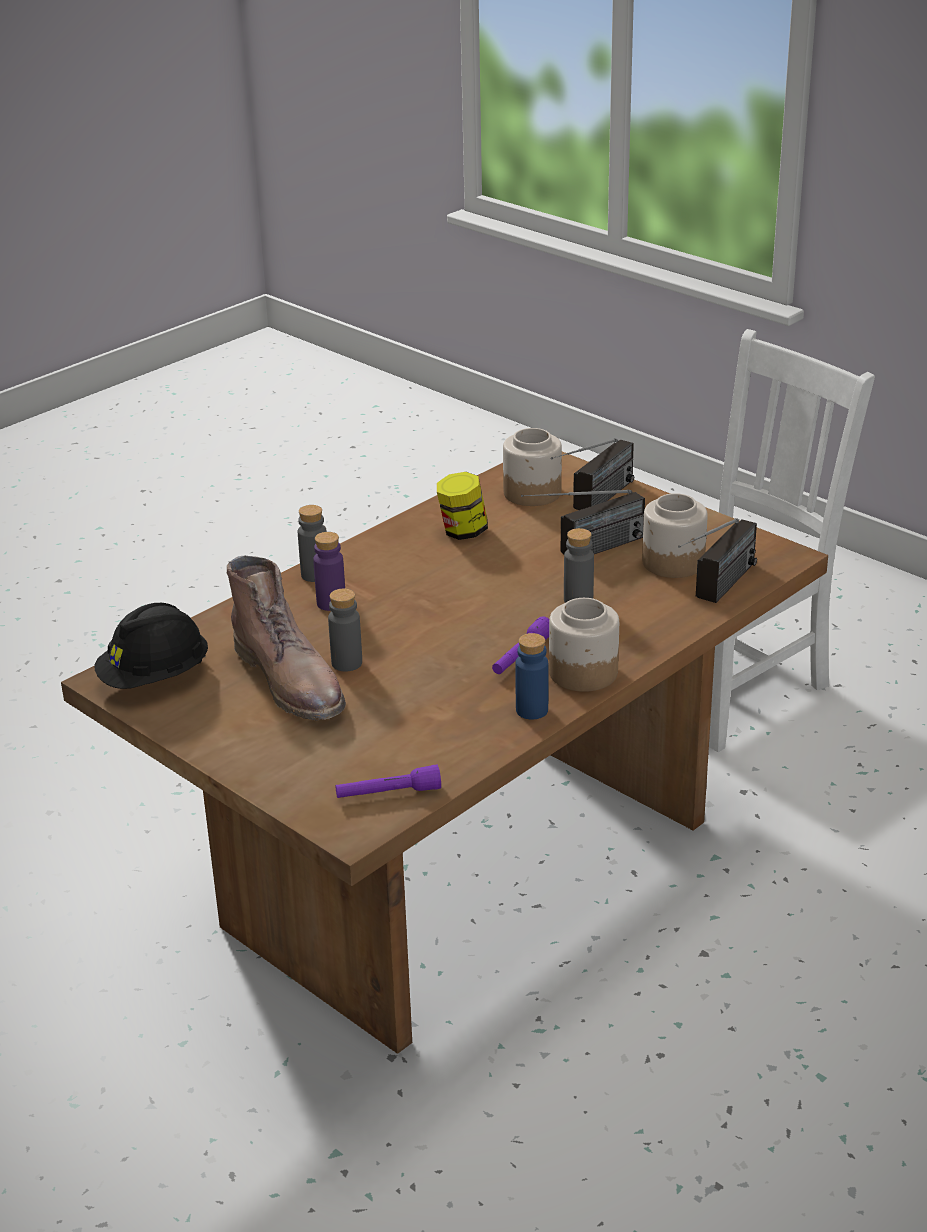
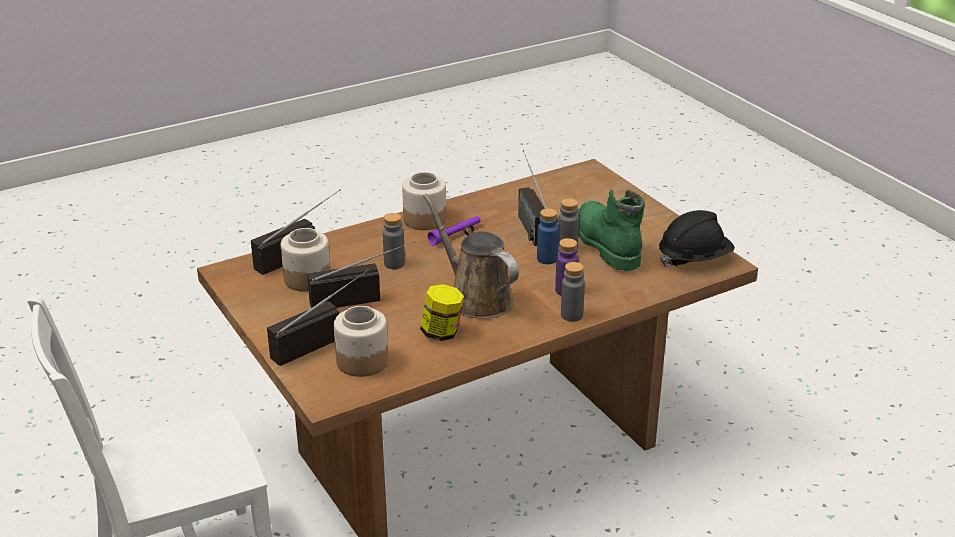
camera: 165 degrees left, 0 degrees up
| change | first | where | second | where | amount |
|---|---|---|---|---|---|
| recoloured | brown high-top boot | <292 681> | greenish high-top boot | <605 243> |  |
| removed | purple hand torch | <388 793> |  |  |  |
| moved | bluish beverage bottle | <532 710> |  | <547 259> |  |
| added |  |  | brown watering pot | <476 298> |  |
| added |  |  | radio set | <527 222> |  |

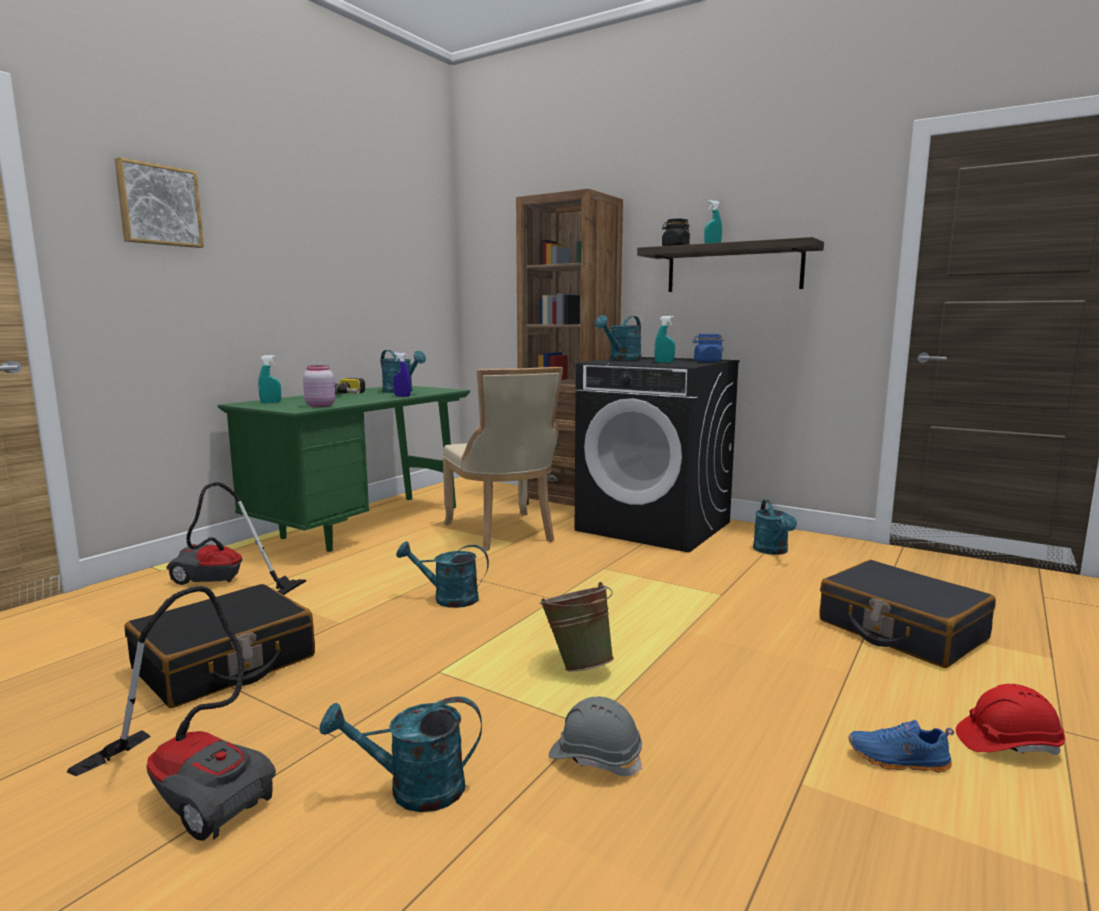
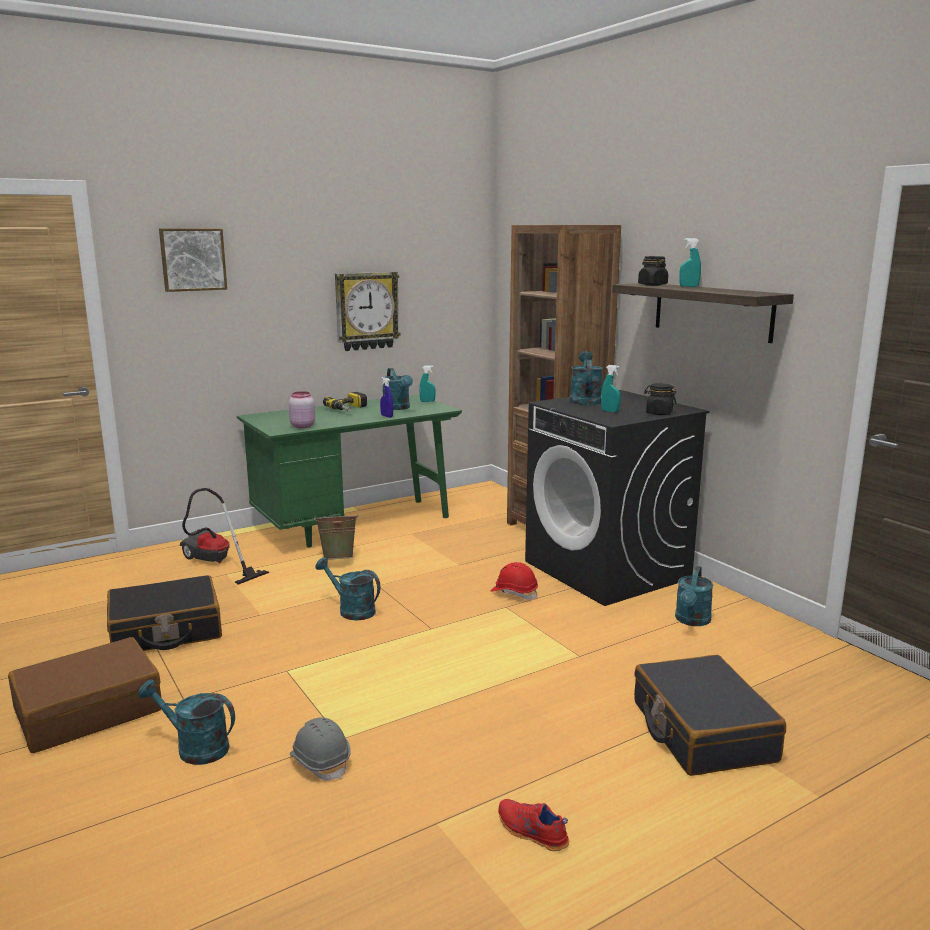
camera: 25 degrees right, 5 degrees up
| change | first | where | second | where | amount |
|---|---|---|---|---|---|
| replaced | vacuum cleaner | <193 787> | brown travel case | <88 710> |  |
| moved | blue-green spray bottle | <271 402> |  | <427 401> |  |
| removed | sand-coloured plain chair | <503 533> |  |  |  |
| moved | greenish pail | <578 664> |  | <338 559> |  |
| turned | blue-green watering pot | <621 360> |  | <584 400> | 120 degrees clockwise |
| recoloured | bluish preserve jar | <707 361> | blackish preserve jar | <659 413> |  |
| recoloured | bluish low shoe | <898 761> | red-coloured low shoe | <531 833> |  |
| moved | red-coloured work helmet | <1007 743> |  | <514 593> |  |
| added |  |  | clock on the wall | <366 311> |  |

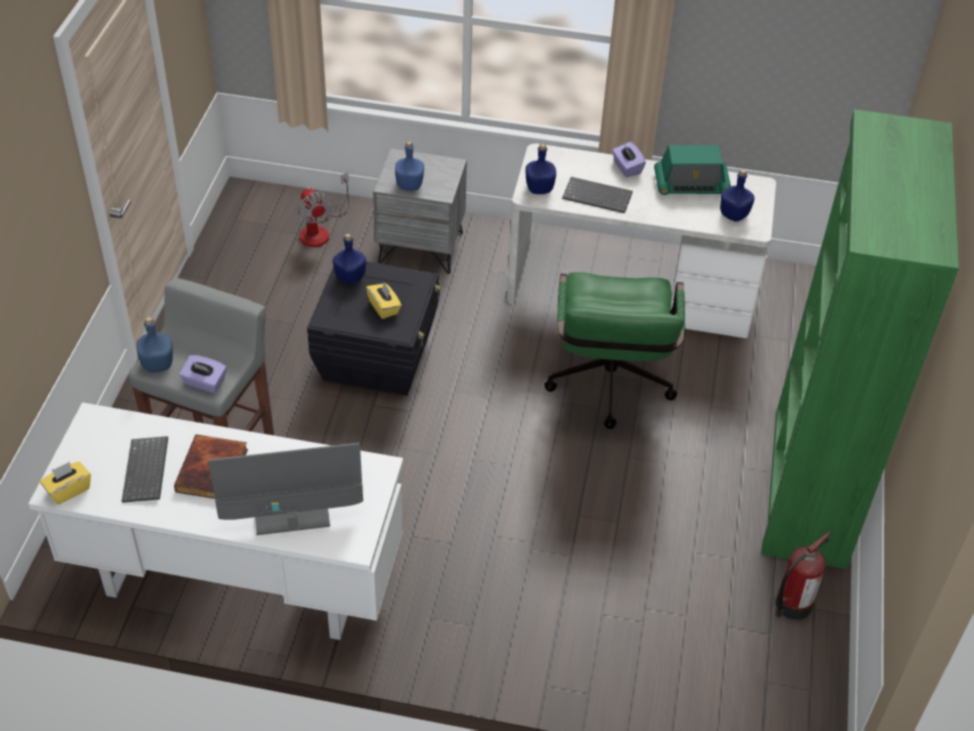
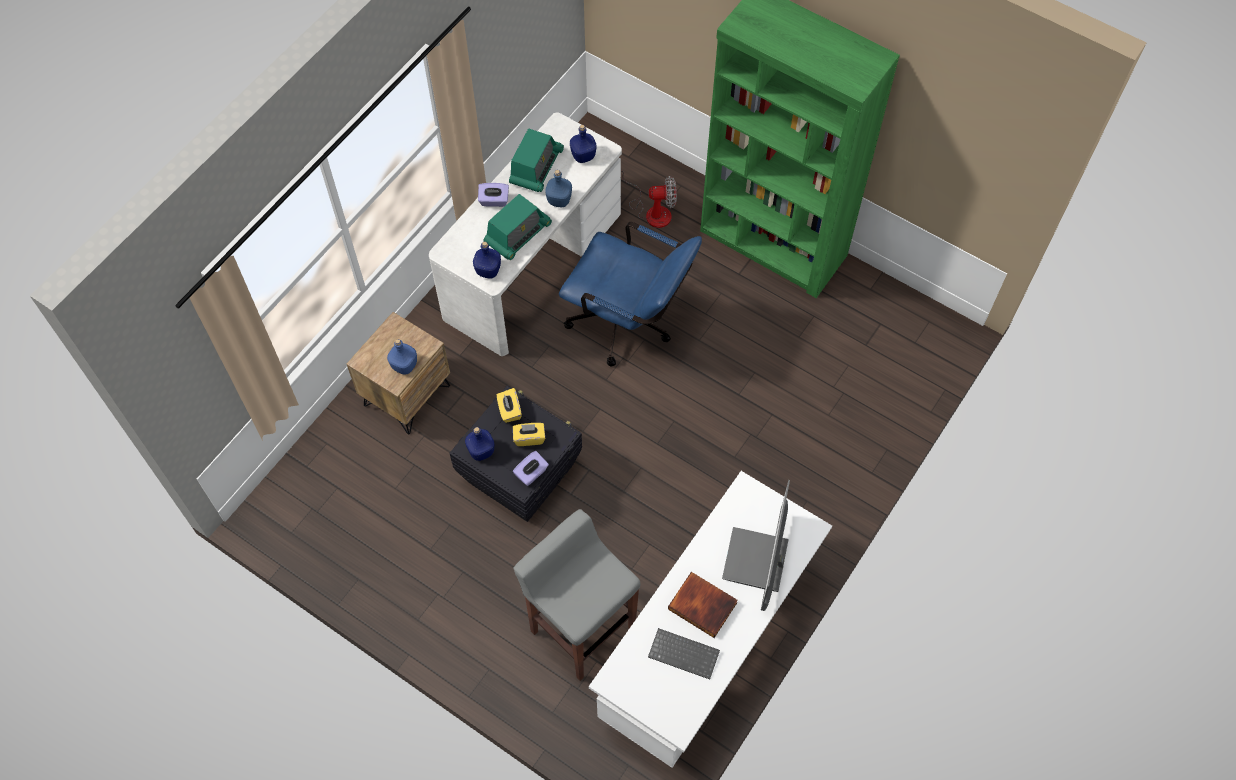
camera: 65 degrees left, 15 degrees up
| change | first | where | second | where | amount |
|---|---|---|---|---|---|
| moved | yellow-coloured tissue box | <68 490> |  | <509 410> |  |
| moved | bluish beverage bottle | <158 364> |  | <559 200> |  |
| moved | purple tissue box | <204 383> |  | <531 473> |  |
| moved | fan | <320 230> |  | <652 211> |  |
| recoloured | greyish bedside table | <421 247> | brown bedside table | <406 395> |  |
| recoloured | greenish desk chair | <609 389> | bluish desk chair | <628 324> |  |
| replaced | keyboard | <598 196> | radio set | <517 234> |  |
| removed | extinguisher | <791 605> |  |  |  |

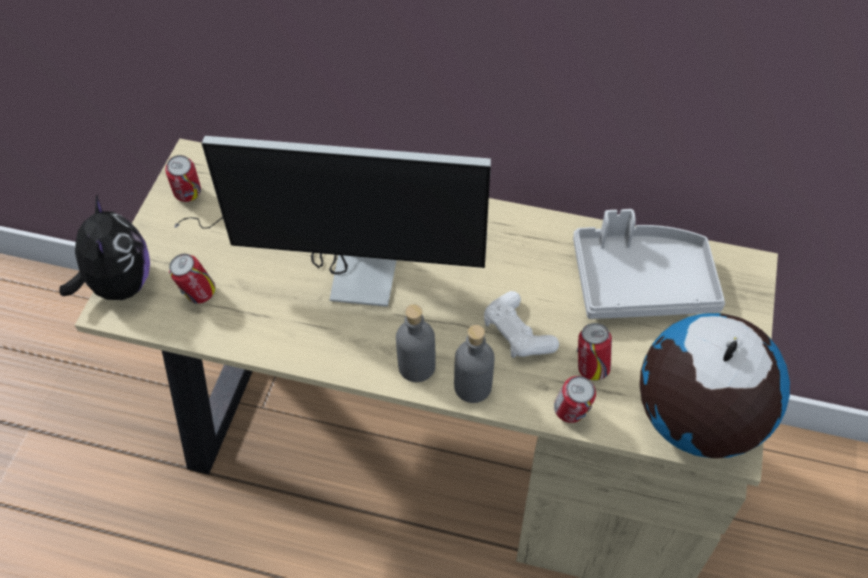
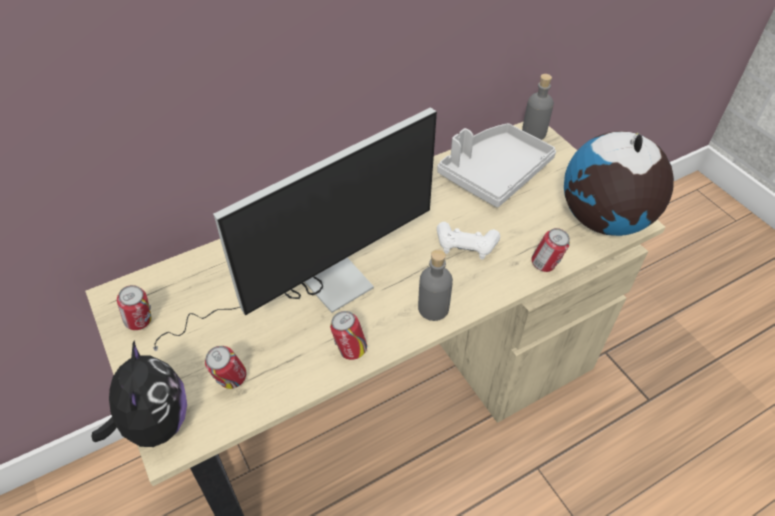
camera: 45 degrees left, 5 degrees down
| change | first | where | second | where | amount |
|---|---|---|---|---|---|
| turned | soft toy | <119 284> |  | <155 423> | 45 degrees clockwise |
| moved | greyish beverage bottle | <473 386> |  | <534 133> |  |
| moved | sealed can | <591 368> |  | <350 350> |  |

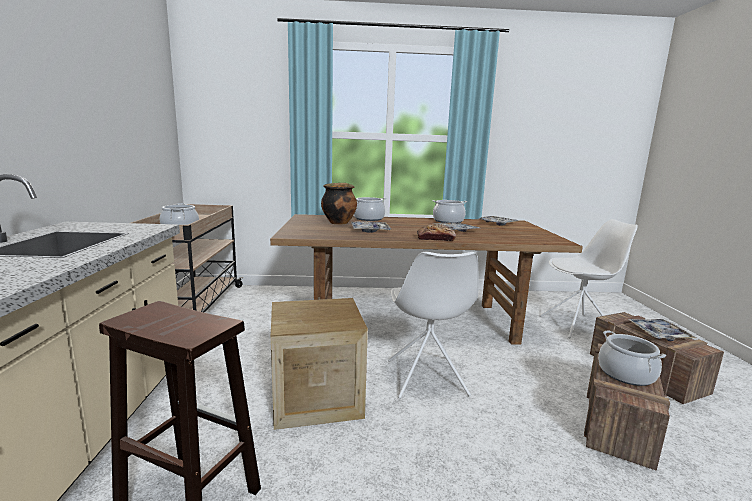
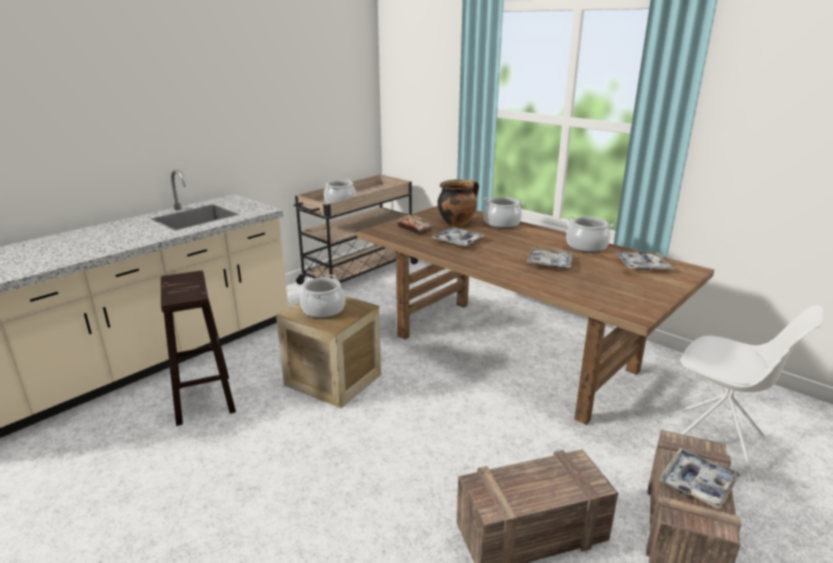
camera: 45 degrees right, 10 degrees up
| change | first | where | second | where | amount |
|---|---|---|---|---|---|
| removed | whitish plain chair | <426 378> |  |  |  |
| moved | bakery bread | <435 239> |  | <414 229> |  |
| moved | cooking pot | <626 374> |  | <323 310> |  |

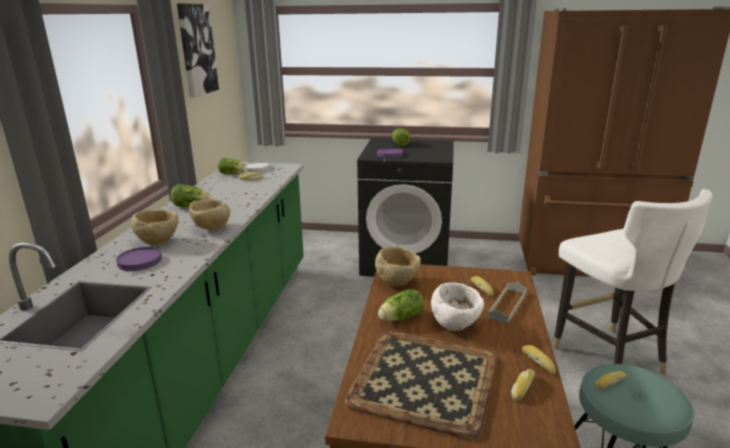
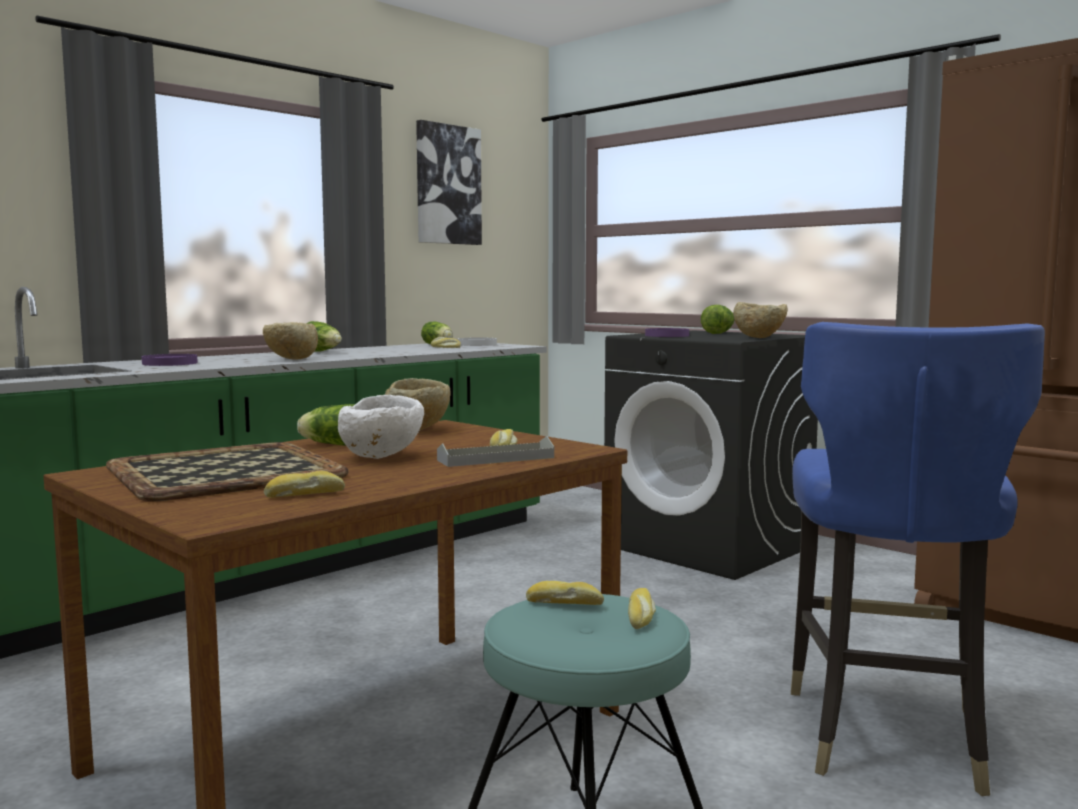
camera: 35 degrees right, 15 degrees down
| change | first | where | second | where | amount |
|---|---|---|---|---|---|
| moved | sand-coloured deep dish | <159 241> |  | <759 337> |  |
| moved | bakery bread | <539 363> |  | <641 617> |  |
| recoloured | whitish plain chair | <607 357> | bluish plain chair | <886 736> |  |

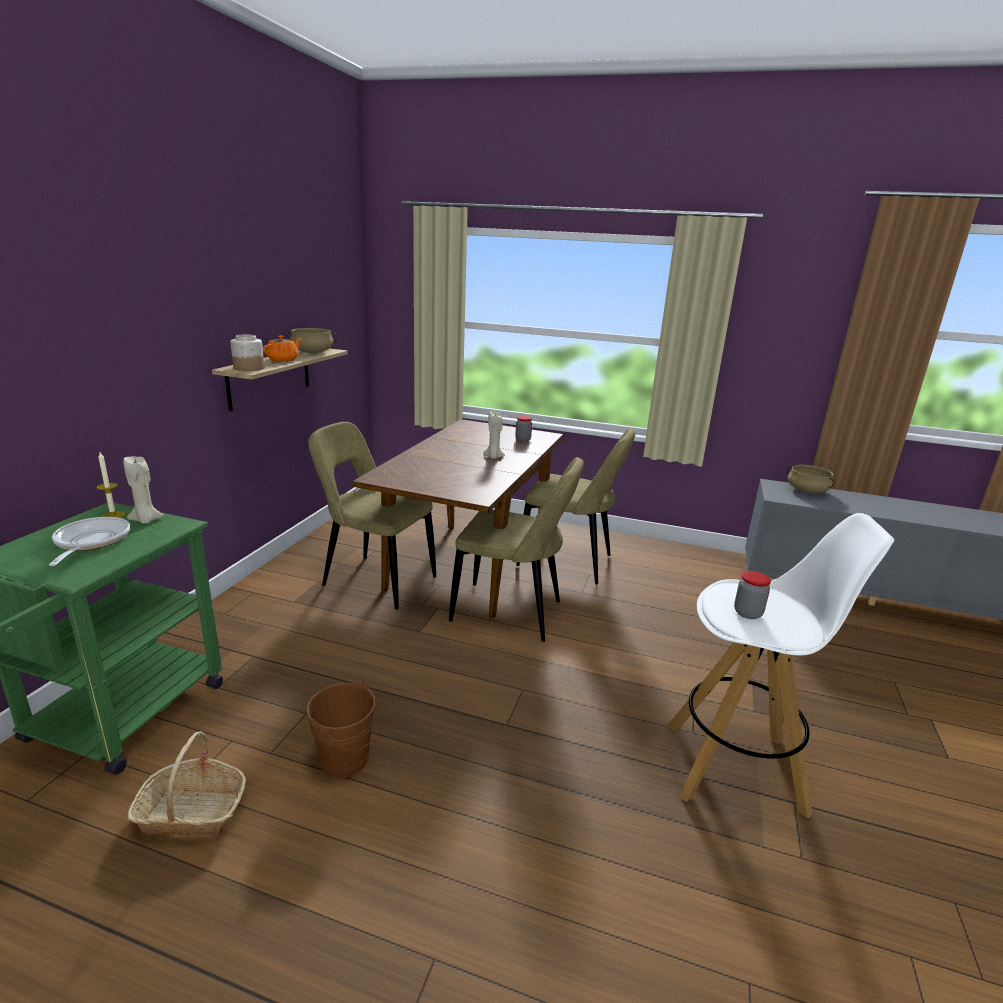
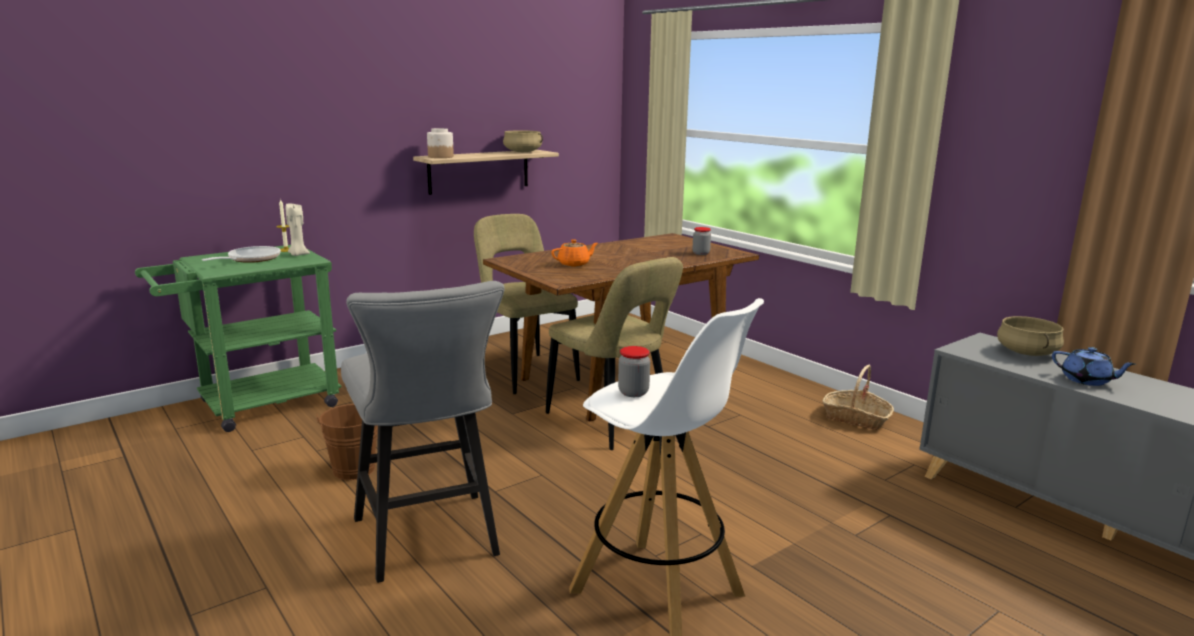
camera: 35 degrees right, 5 degrees down
| change | first | where | second | where | amount |
|---|---|---|---|---|---|
| moved | storage basket | <192 812> |  | <856 418> |  |
| moved | orangey teapot | <283 360> |  | <574 264> |  |
| removed | sand-coloured wax light | <493 457> |  |  |  |
| removed | sand-coloured plain chair | <569 562> |  |  |  |
| added |  |  | greyish sitting stool | <430 542> |  |
| added |  |  | bluish teapot | <1086 380> |  |

